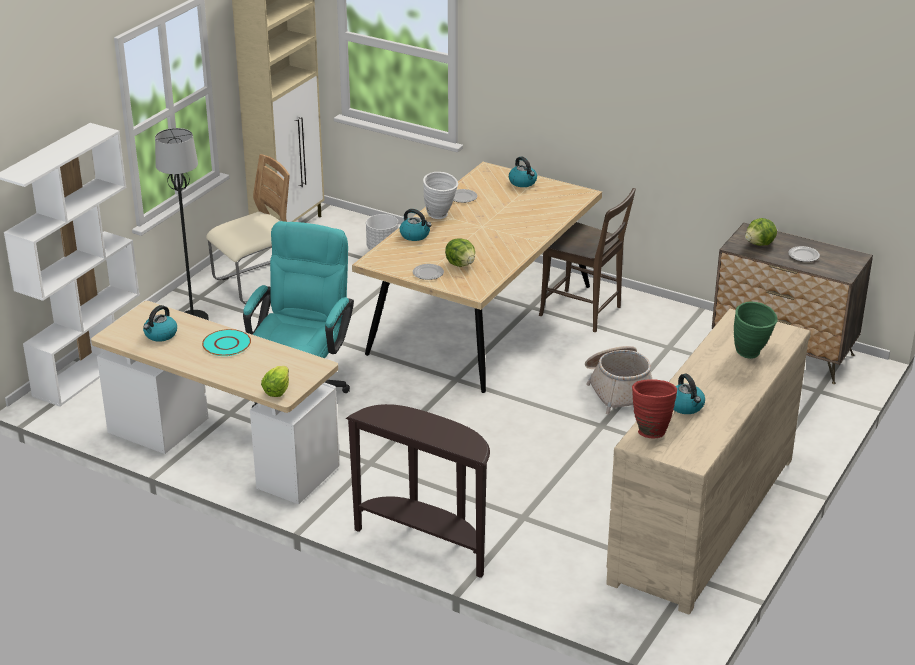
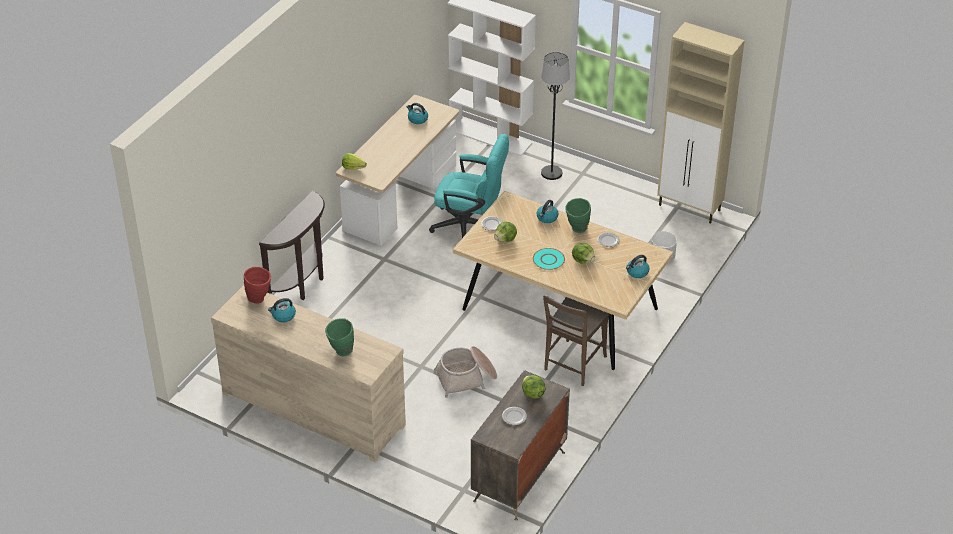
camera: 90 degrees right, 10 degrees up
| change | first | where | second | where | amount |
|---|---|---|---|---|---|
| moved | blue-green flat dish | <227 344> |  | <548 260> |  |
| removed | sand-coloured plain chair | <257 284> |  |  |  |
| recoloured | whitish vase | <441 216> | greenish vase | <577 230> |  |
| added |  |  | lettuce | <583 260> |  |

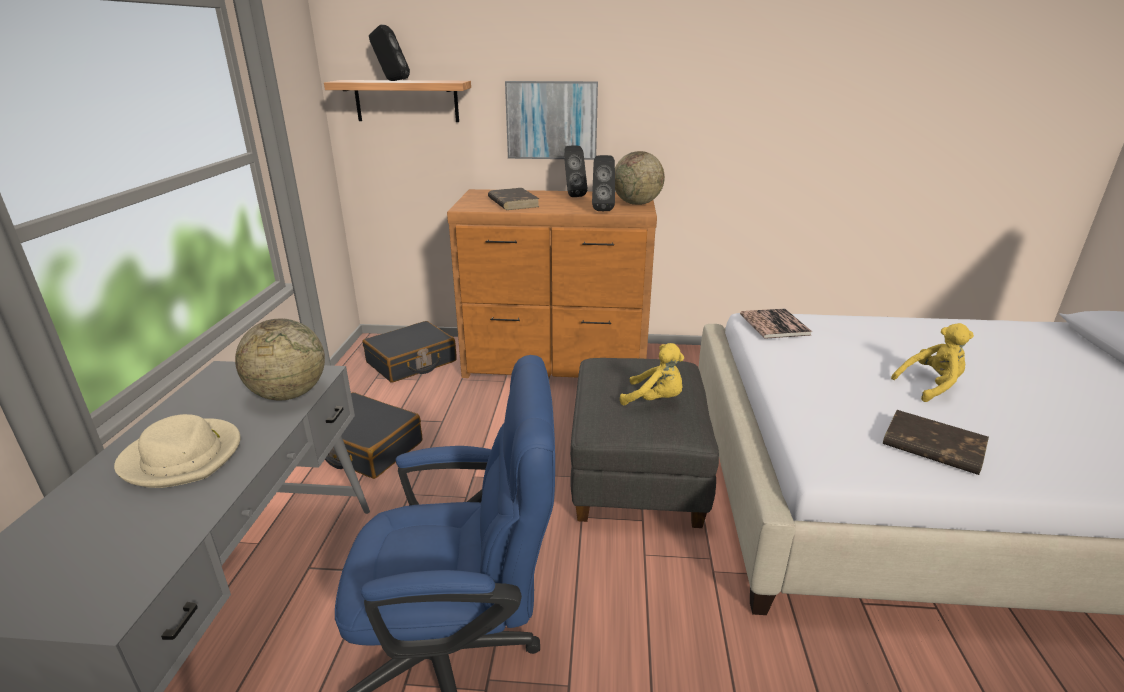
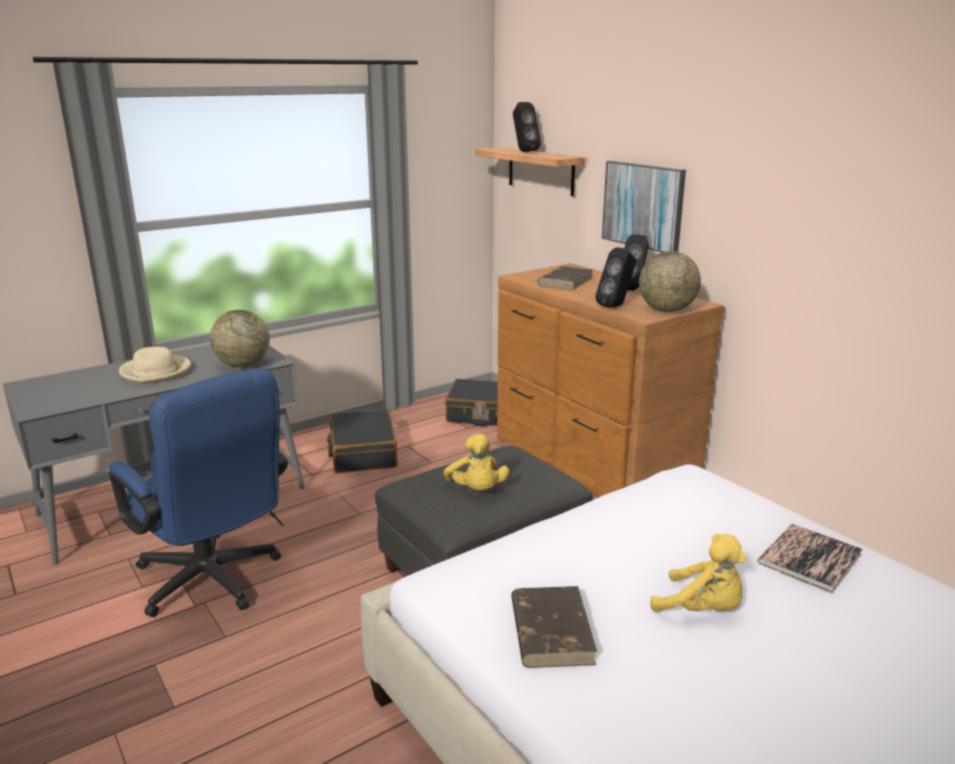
camera: 50 degrees right, 5 degrees down
| change | first | where | second | where | amount |
|---|---|---|---|---|---|
| moved | volume | <774 324> |  | <809 558> |  |

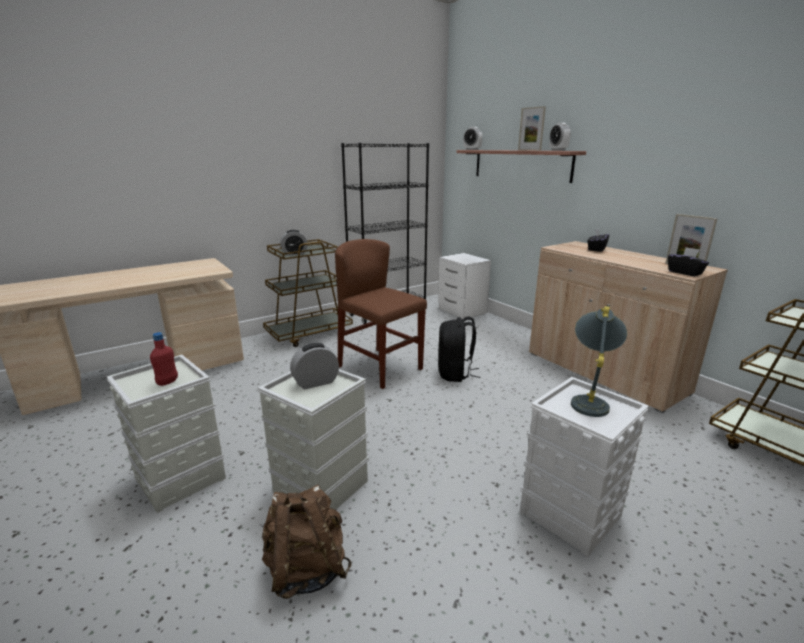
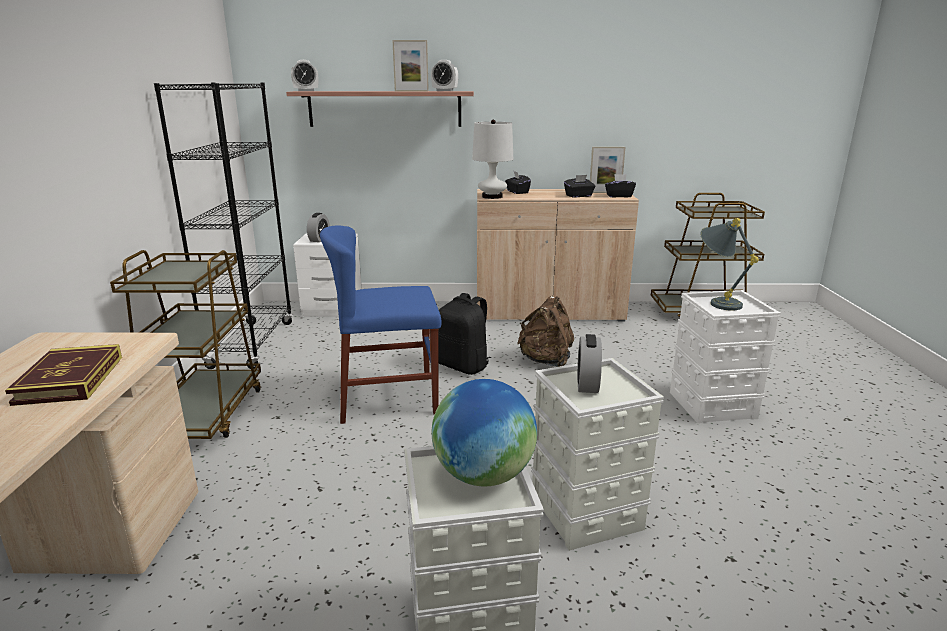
camera: 55 degrees left, 0 degrees up
| change | first | where | second | where | amount |
|---|---|---|---|---|---|
| replaced | red-coloured beverage bottle | <167 382> | globe | <484 476> |  |
| moved | brown rucksack | <306 569> |  | <546 360> |  |
| moved | table clock | <294 253> |  | <319 239> |  |
| recoloured | brown plain chair | <380 367> | bluish plain chair | <388 398> |  |
| added |  |  | volume | <70 379> |  |
| added |  |  | whitish table lamp | <492 197> |  |
| added |  |  | blackish tissue box | <579 196> |  |

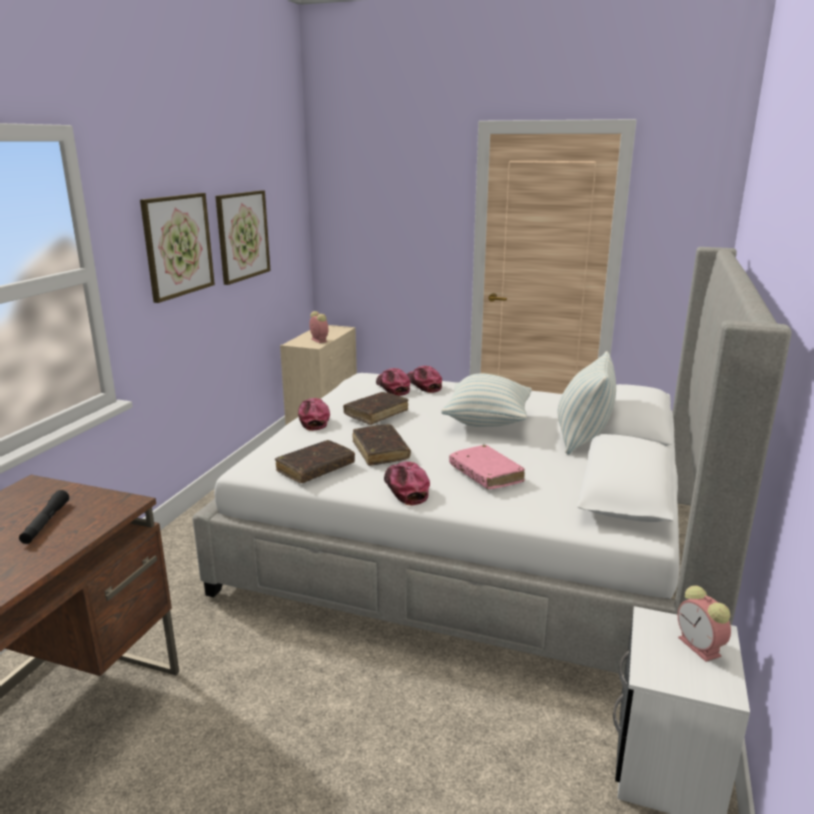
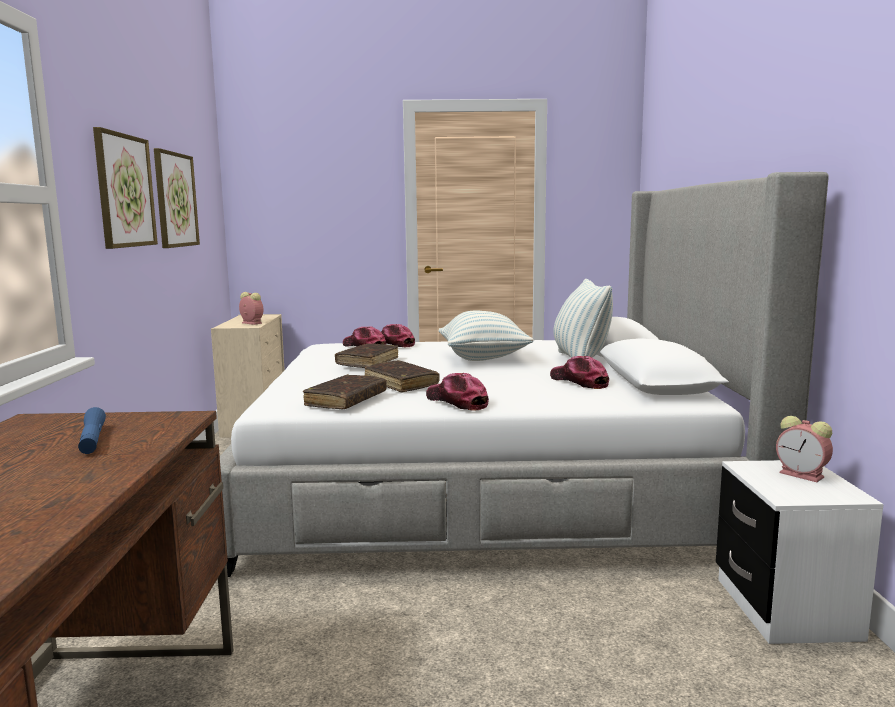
camera: 20 degrees left, 10 degrees down
| change | first | where | second | where | amount |
|---|---|---|---|---|---|
| recoloured | blackish hand torch | <46 523> | bluish hand torch | <92 440> |  |
| moved | peaked cap | <313 419> |  | <579 381> |  |
| removed | pink volume | <486 474> |  |  |  |

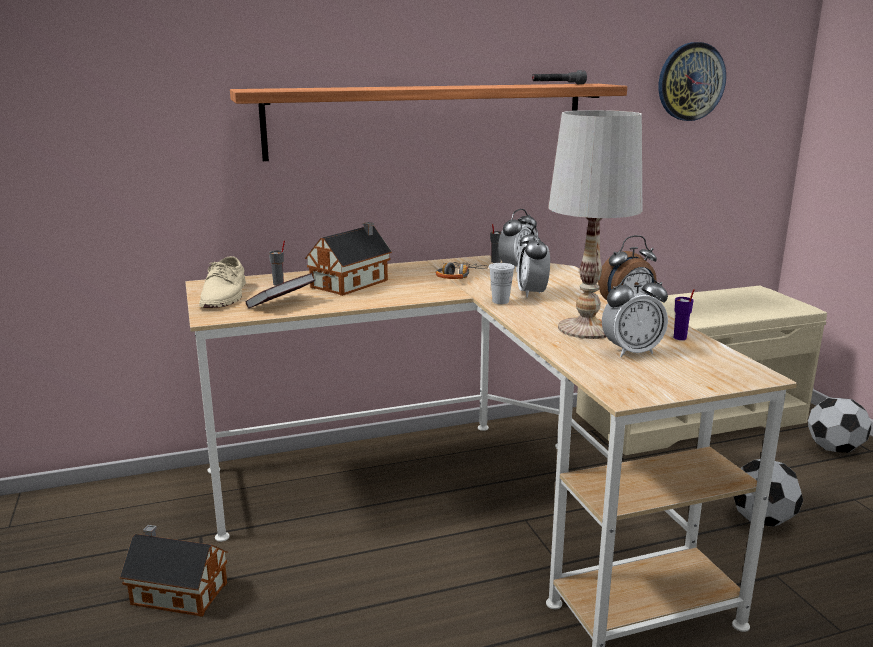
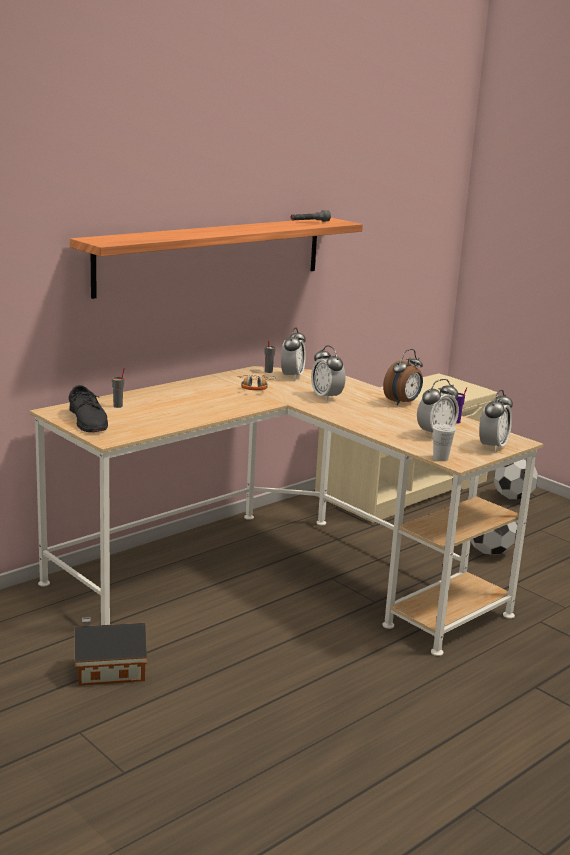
camera: 25 degrees left, 0 degrees up
| change | first | where | second | where | amount |
|---|---|---|---|---|---|
| recoloured | sand-coloured low shoe | <225 295> | blackish low shoe | <88 420> |  |
| removed | volume | <281 304> |  |  |  |
| removed | toy house | <352 283> |  |  |  |
| moved | whitish drinking cup | <500 301> |  | <440 458> |  |
| removed | whitish table lamp | <585 328> |  |  |  |
| removed | clock on the wall | <690 81> |  |  |  |
| added |  |  | table clock | <492 447> |  |

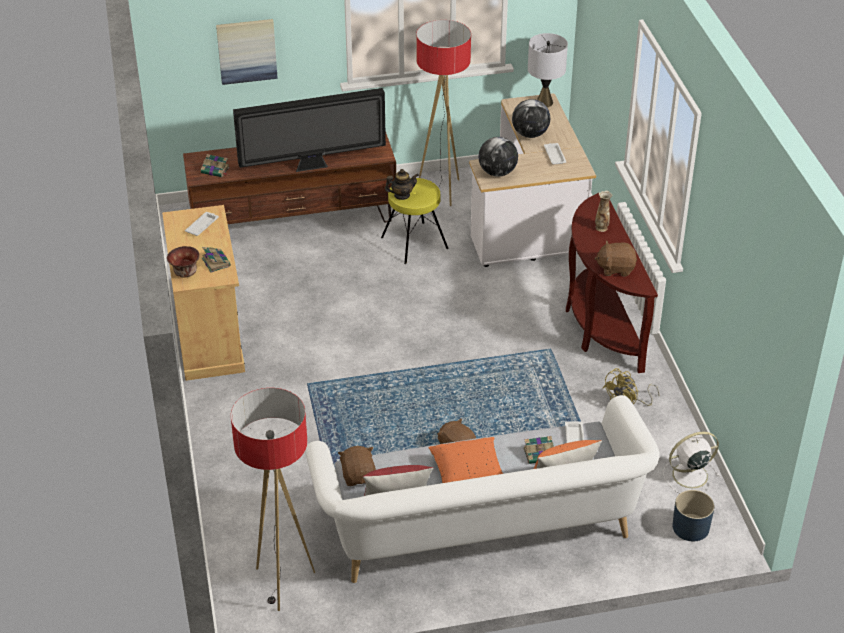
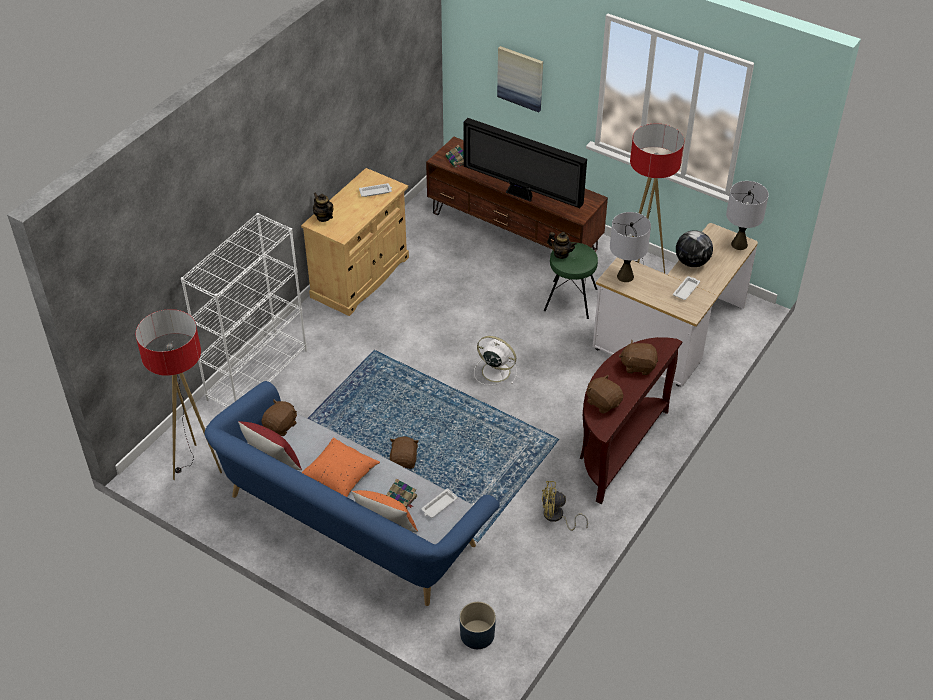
camera: 45 degrees right, 5 degrees up
| change | first | where | second | where | amount |
|---|---|---|---|---|---|
| replaced | deep dish | <185 273> | teapot | <324 217> |  |
| removed | volume | <215 262> |  |  |  |
| recoloured | whitish settee | <481 526> | bluish settee | <349 523> |  |
| recoloured | yellow-coloured sitting stool | <414 242> | greenish sitting stool | <570 299> |  |
| replaced | globe | <497 173> | greyish table lamp | <625 276> |  |
| replaced | vase | <601 228> | brown soft toy | <638 366> |  |
| moved | whitish fan | <688 476> |  | <494 371> |  |
| added |  |  | whitish shelving unit | <257 374> |  |

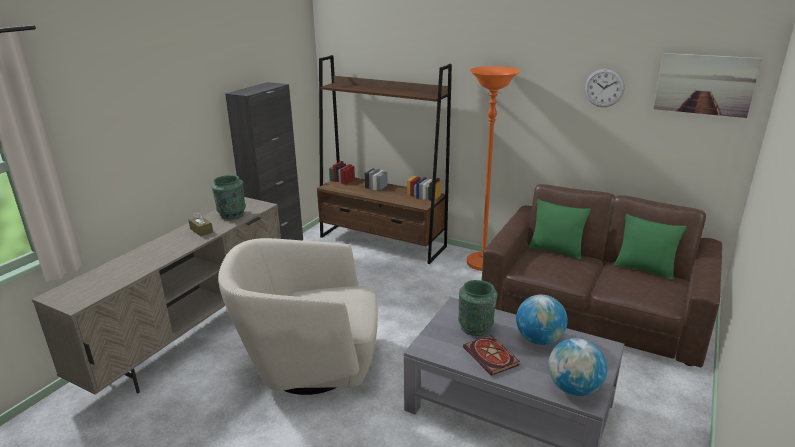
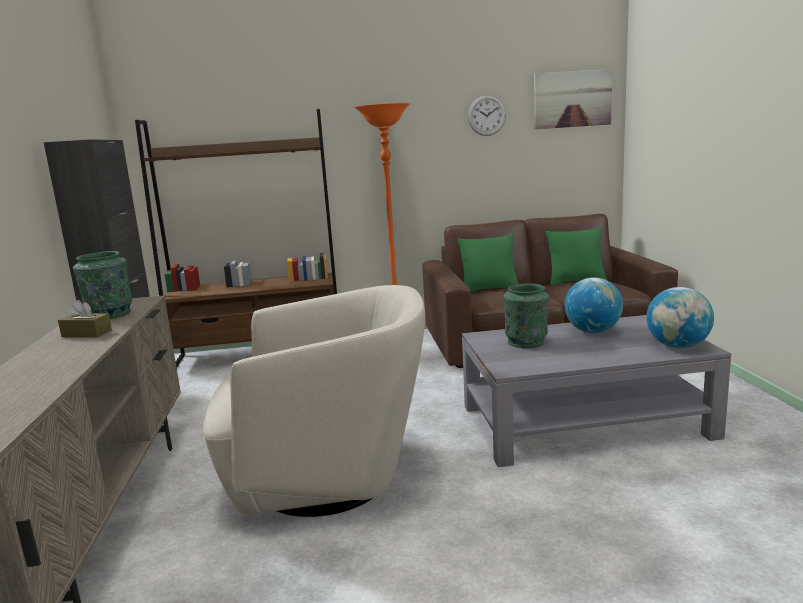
camera: 35 degrees left, 10 degrees down
| change | first | where | second | where | amount |
|---|---|---|---|---|---|
| turned | sand-coloured easy chair | <310 364> |  | <328 477> | 150 degrees counterclockwise |
| removed | volume | <492 357> |  |  |  |

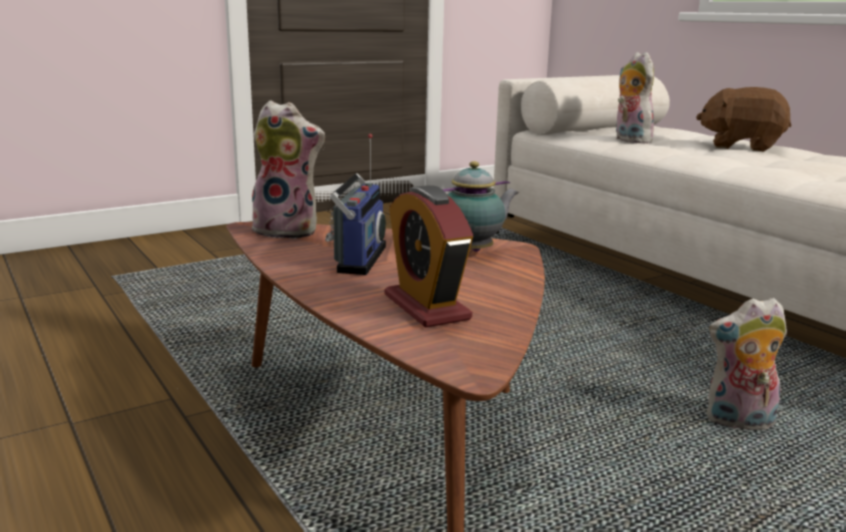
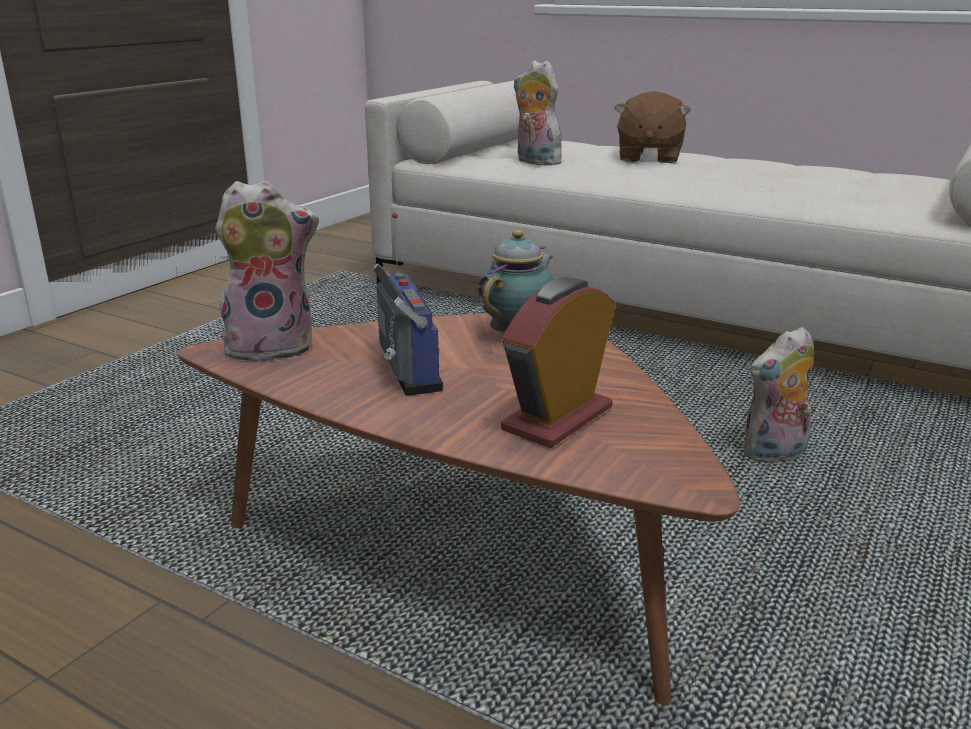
camera: 25 degrees left, 5 degrees up
| change | first | where | second | where | amount |
|---|---|---|---|---|---|
| turned | table clock | <426 307> |  | <557 419> | 90 degrees clockwise |
| turned | brown soft toy | <741 146> |  | <648 158> | 75 degrees counterclockwise |

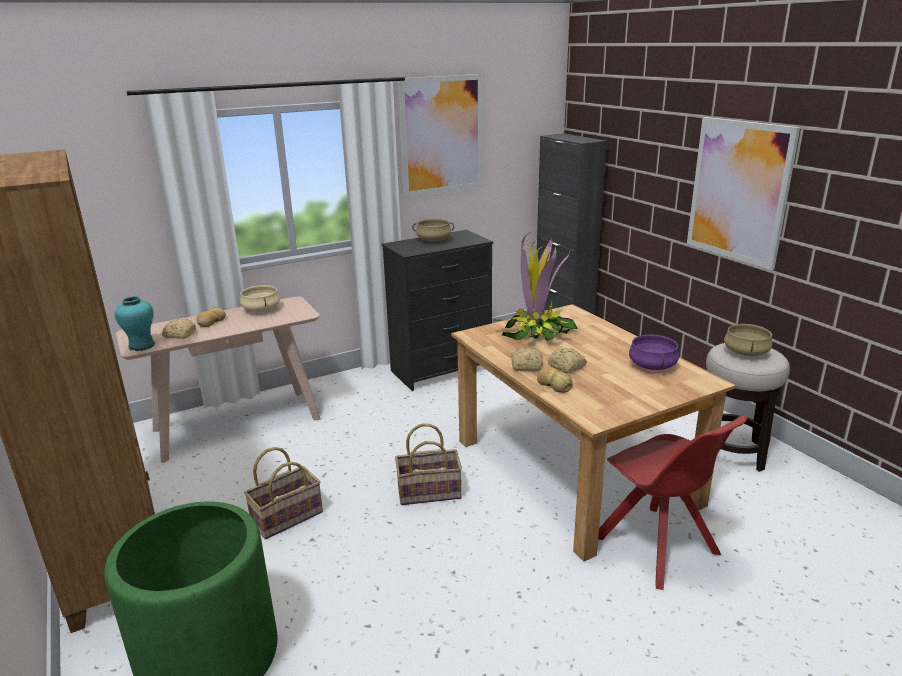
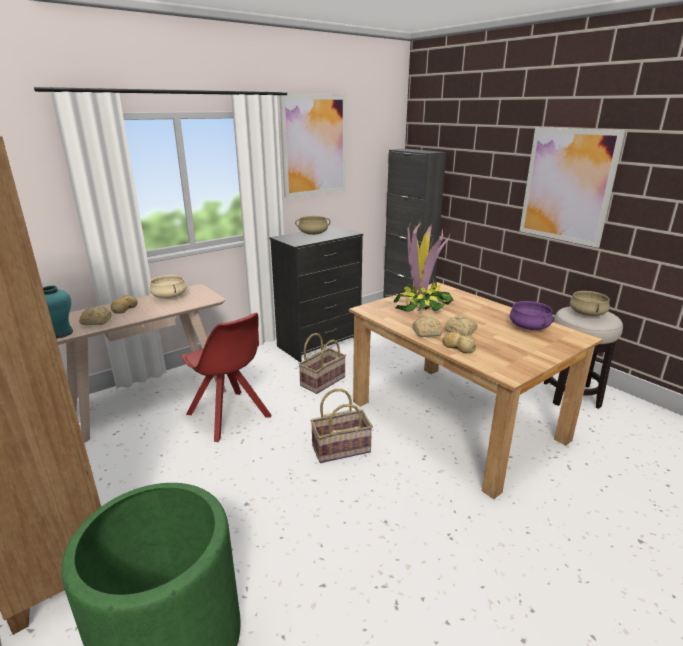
camera: 10 degrees left, 0 degrees up
| change | first | where | second | where | amount |
|---|---|---|---|---|---|
| moved | storage basket | <287 516> |  | <322 381> |  |
| moved | red-coloured plain chair | <658 547> |  | <229 416> |  |

